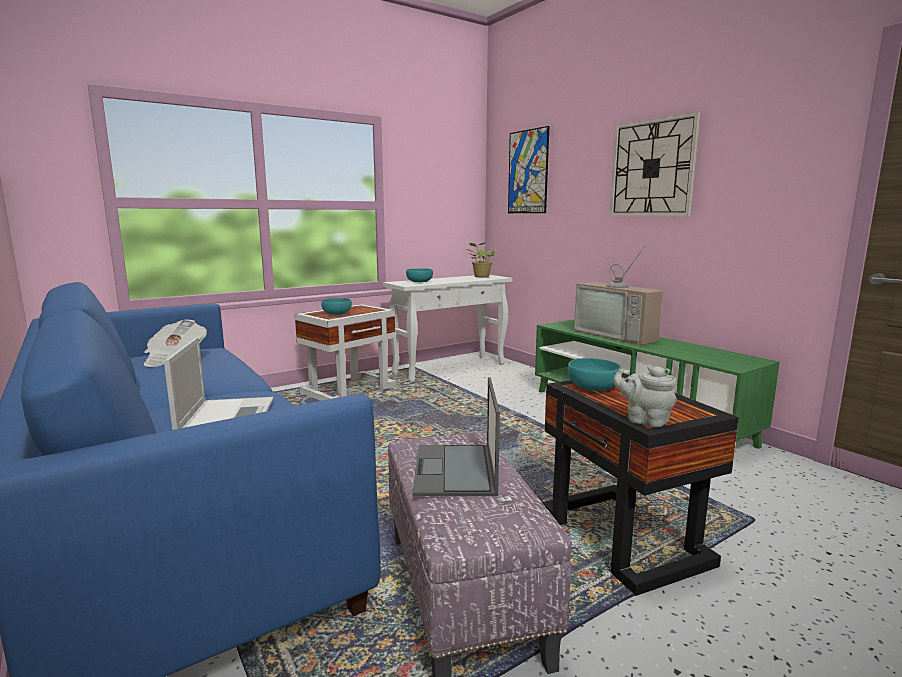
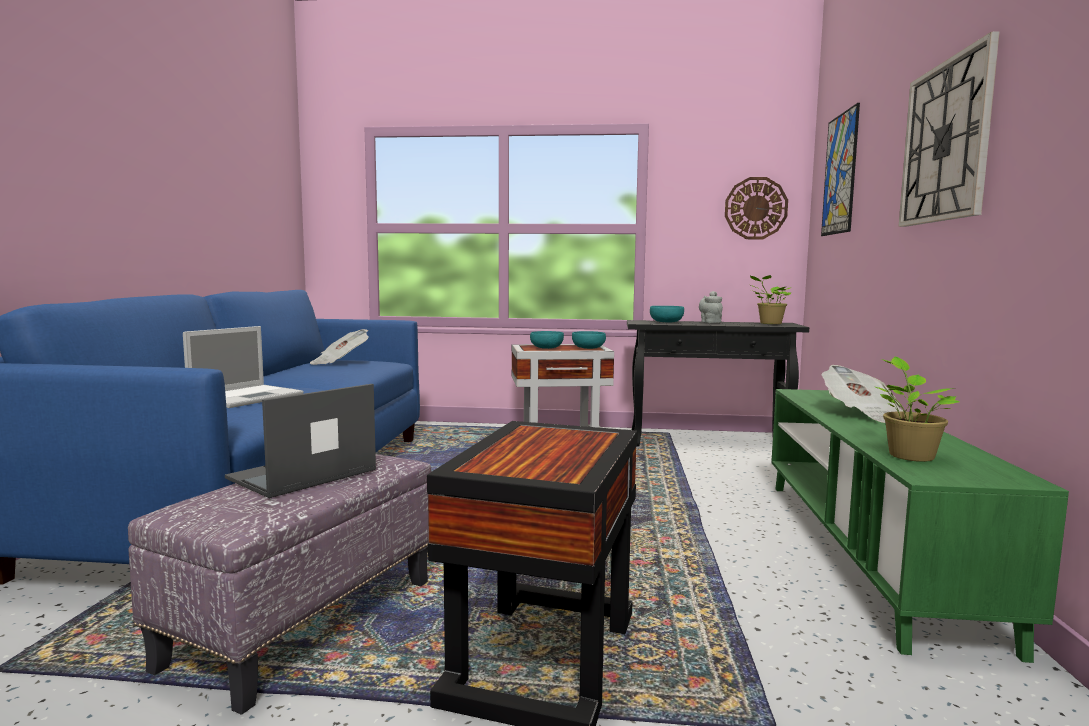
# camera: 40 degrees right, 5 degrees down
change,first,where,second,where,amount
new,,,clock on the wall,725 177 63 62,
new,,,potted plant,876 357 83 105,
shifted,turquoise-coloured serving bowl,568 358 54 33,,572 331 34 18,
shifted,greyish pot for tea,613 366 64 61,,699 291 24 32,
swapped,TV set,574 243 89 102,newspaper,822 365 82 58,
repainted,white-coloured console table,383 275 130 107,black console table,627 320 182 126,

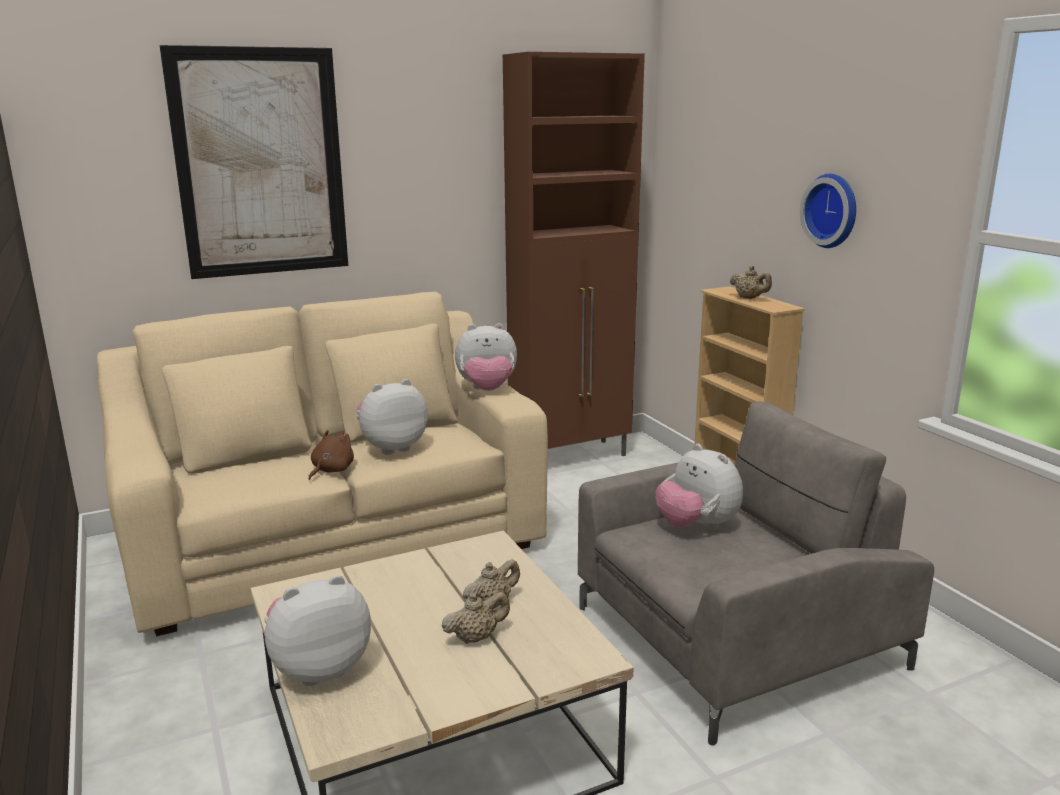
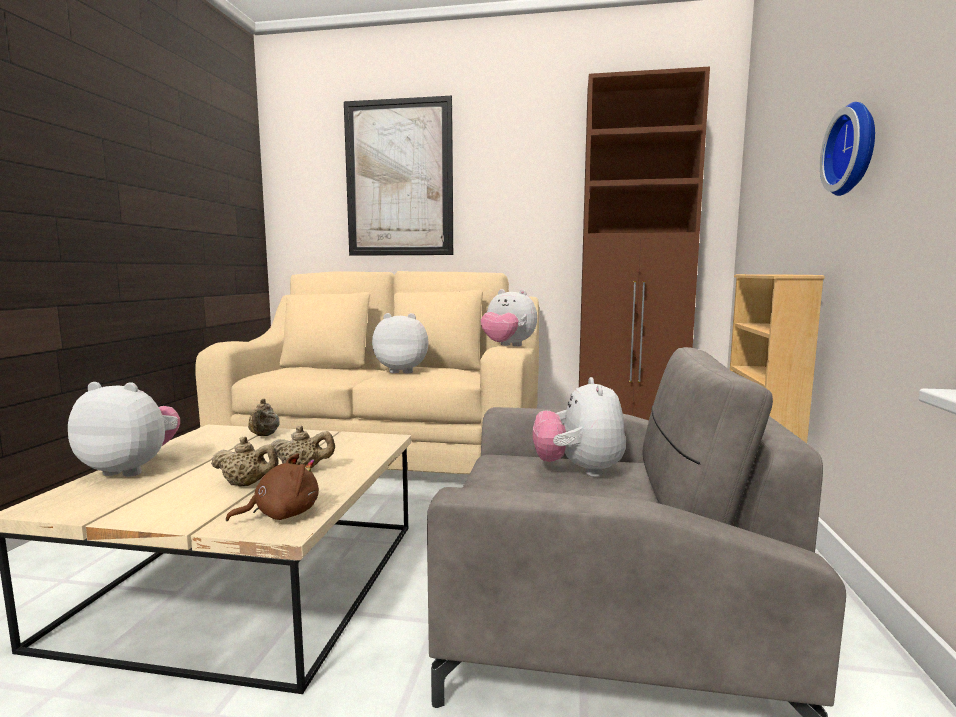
# camera: 35 degrees right, 10 degrees down
change,first,where,second,where,amount
shifted,brown-coloured plush toy,308 430 46 50,,226 453 93 68,
shifted,beige-coloured pot for tea,730 266 42 33,,248 399 31 37,

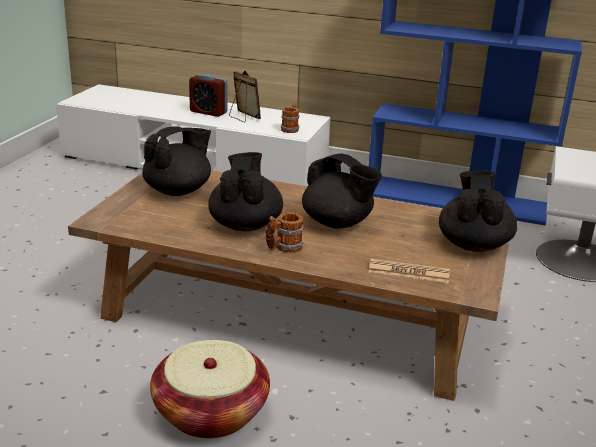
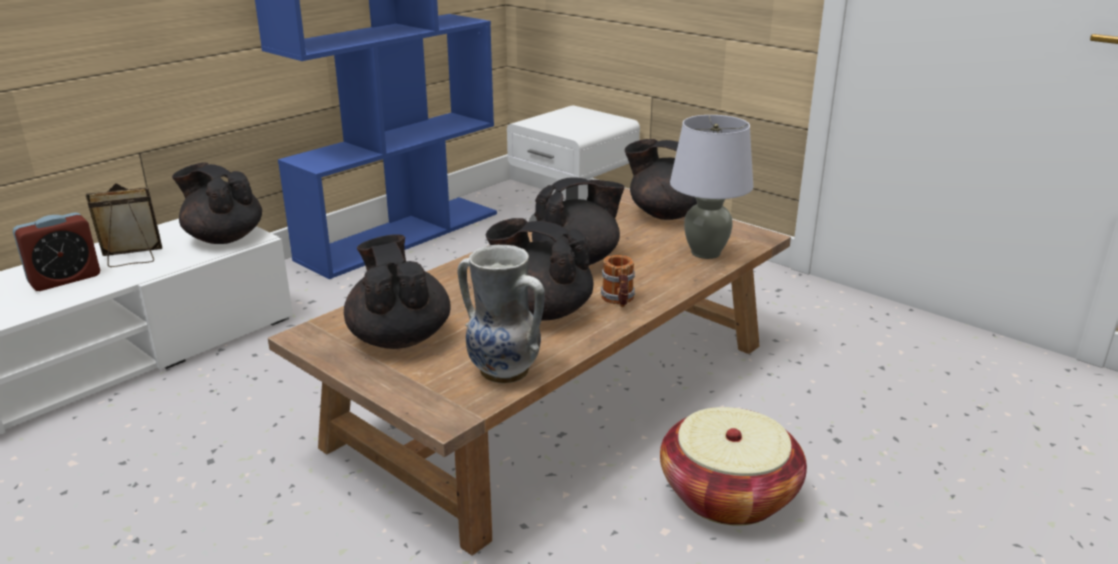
# camera: 65 degrees left, 0 degrees up
change,first,where,second,where,amount
new,,,flower vase,458 245 87 139,
swapped,mug,281 102 18 31,black pot for tea,172 163 90 81,
swapped,newspaper,368 258 82 25,greyish tabletop lamp,670 115 83 144,

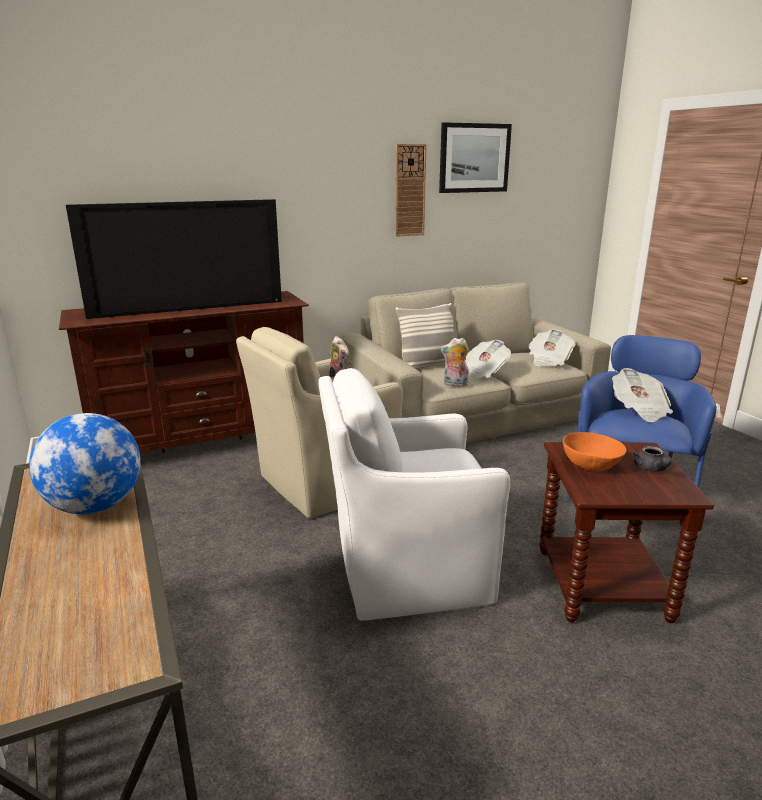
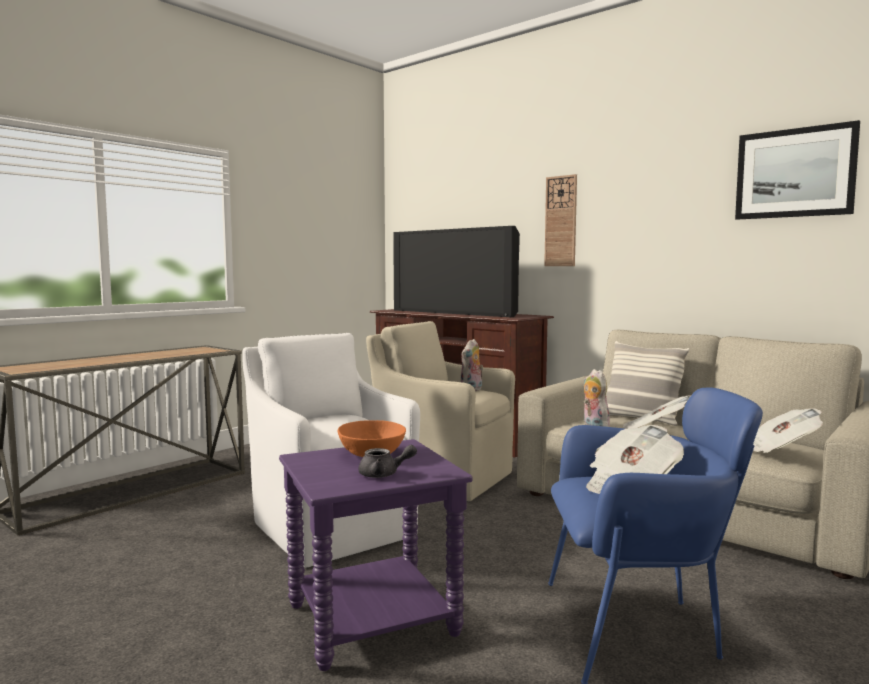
# camera: 65 degrees right, 15 degrees down
change,first,where,second,where,amount
gone,desk globe,29 413 112 102,,,
shifted,clock on the wall,395 144 32 93,,544 174 33 92,
repainted,brown-coloured end table,539 442 175 181,purplish end table,279 439 194 232,
rotated,greyish pot for tea,633 446 39 26,,358 445 59 33,150 degrees counterclockwise

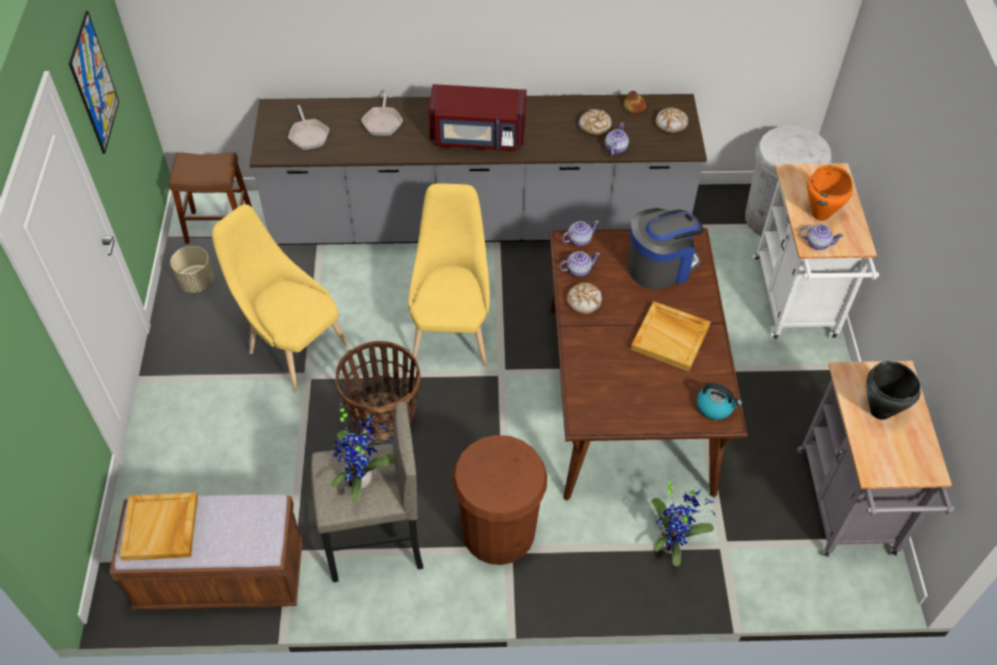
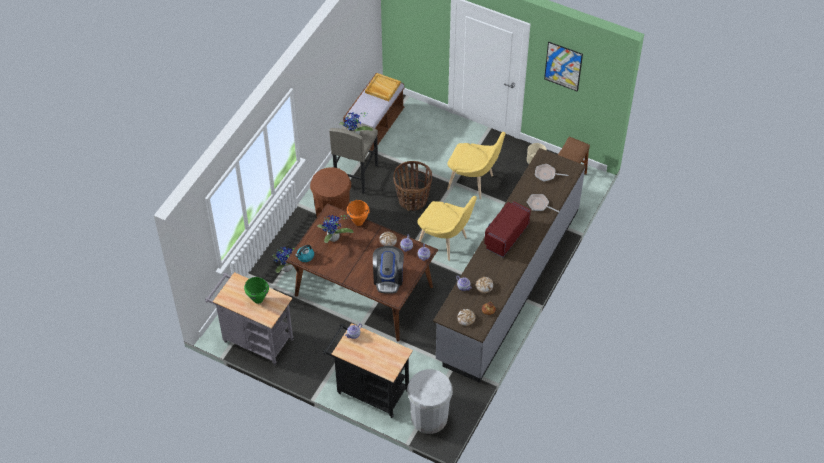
# camera: 120 degrees right, 0 degrees up
change,first,where,second,where,amount
gone,beige-coloured tray,631 301 79 70,,,
new,,,potted plant,317 215 36 28,
shifted,orange saucepot,807 165 46 56,,347 200 23 26,
repainted,white-coloured wheeled cart,752 163 127 176,black wheeled cart,323 323 90 95,
repainted,black saucepot,866 361 55 59,green-coloured saucepot,244 277 25 27,
rotated,yellow plain chair,212 204 137 188,,447 132 59 67,45 degrees clockwise

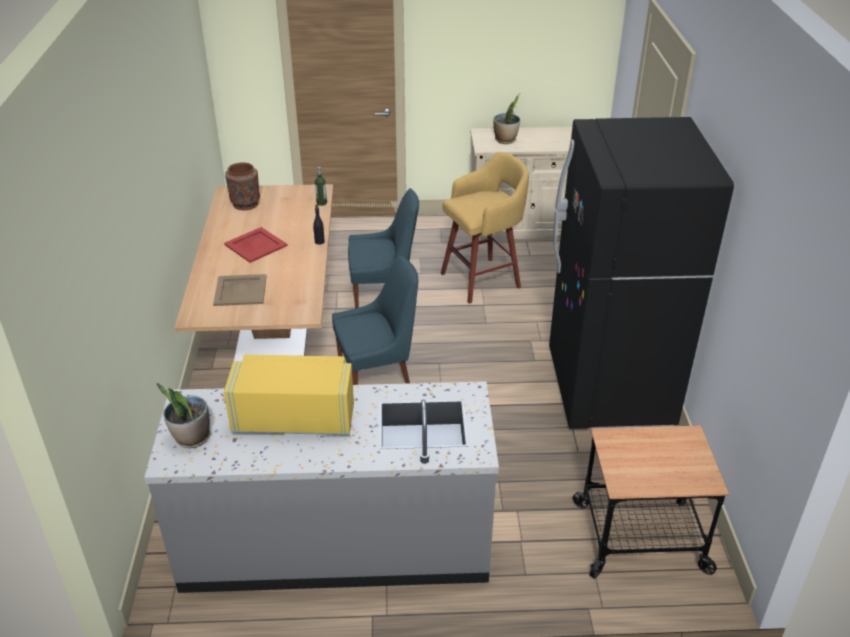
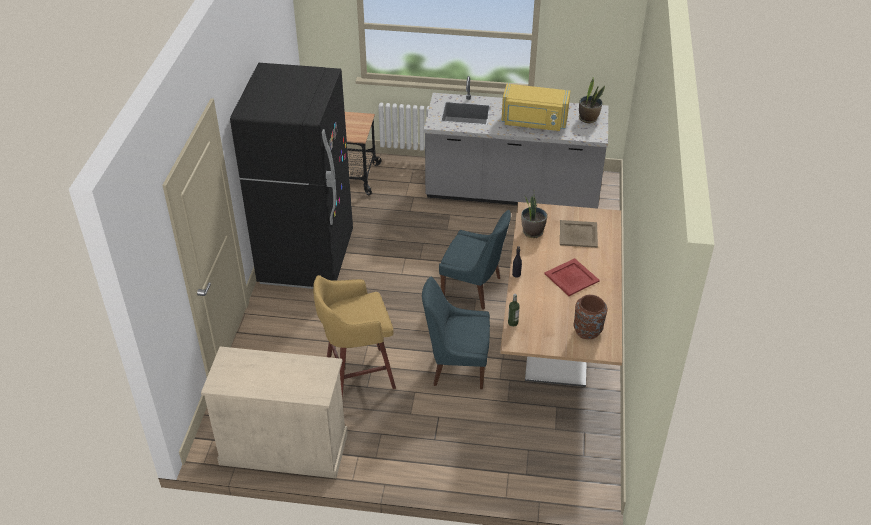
# camera: 170 degrees left, 5 degrees up
change,first,where,second,where,amount
shifted,potted plant,493 93 27 51,,521 189 26 49,
rotated,bluish plain chair,332 255 86 130,,439 210 72 100,150 degrees counterclockwise

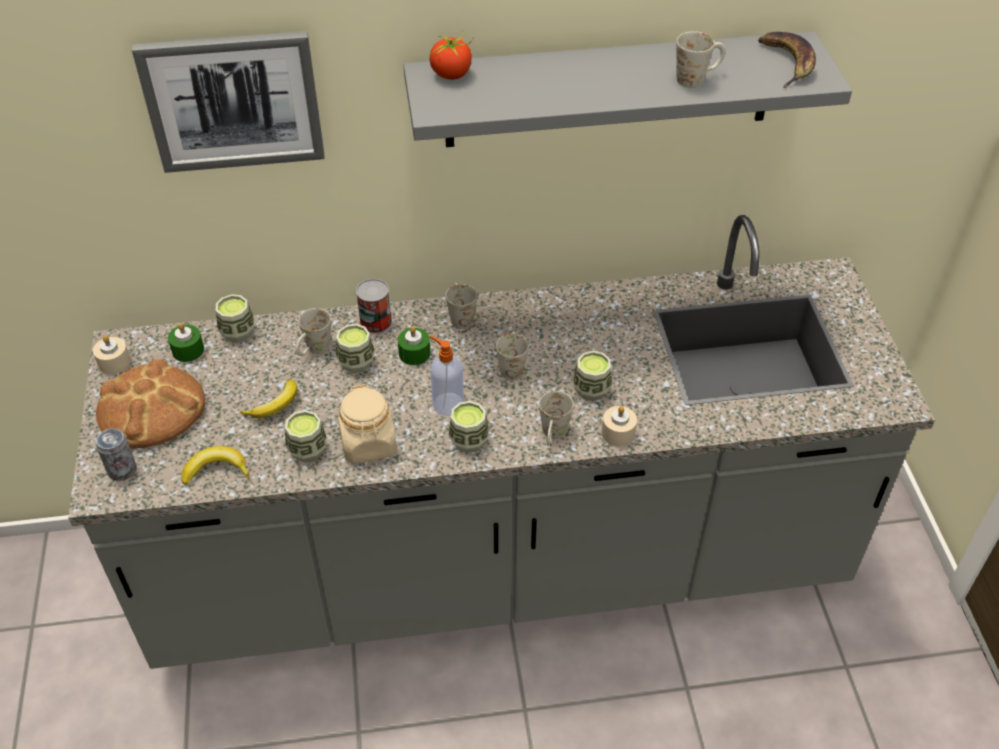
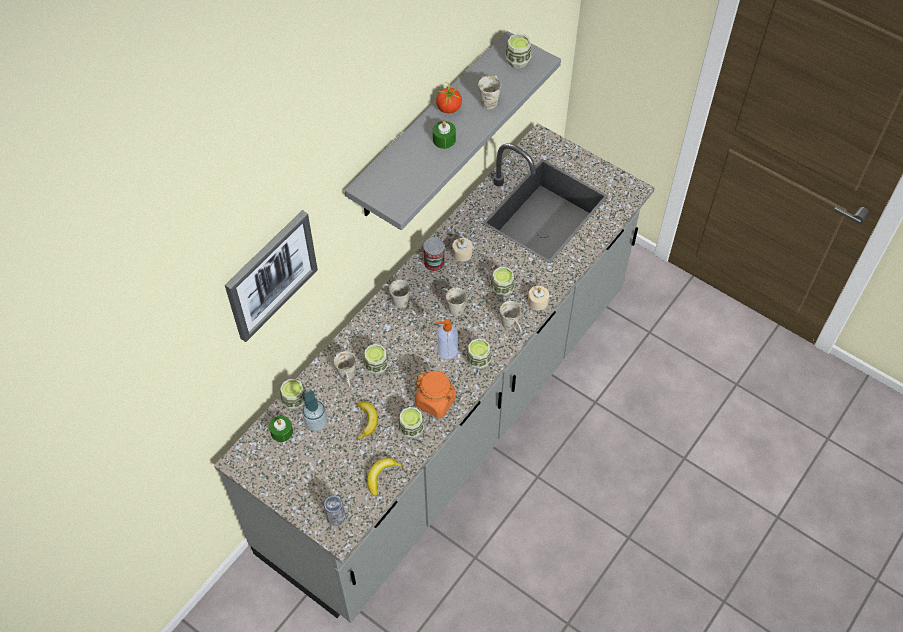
# camera: 45 degrees left, 10 degrees up
change,first,where,second,where,amount
gone,baked bread,96 359 109 90,,,
new,,,liquid soap bottle,302 391 25 40,
shifted,beige-coloured wax light,93 335 38 40,,452 238 21 24,
shifted,metal can,356 279 36 55,,424 237 21 35,
shifted,green-coloured wax light,398 326 33 39,,433 121 23 28,
shifted,tomato,429 30 45 50,,436 82 26 32,
swapped,banana,758 32 58 56,small cup,505 34 26 35,
repainted,beige-coloured jar,338 384 59 80,orange jar,415 371 42 47,

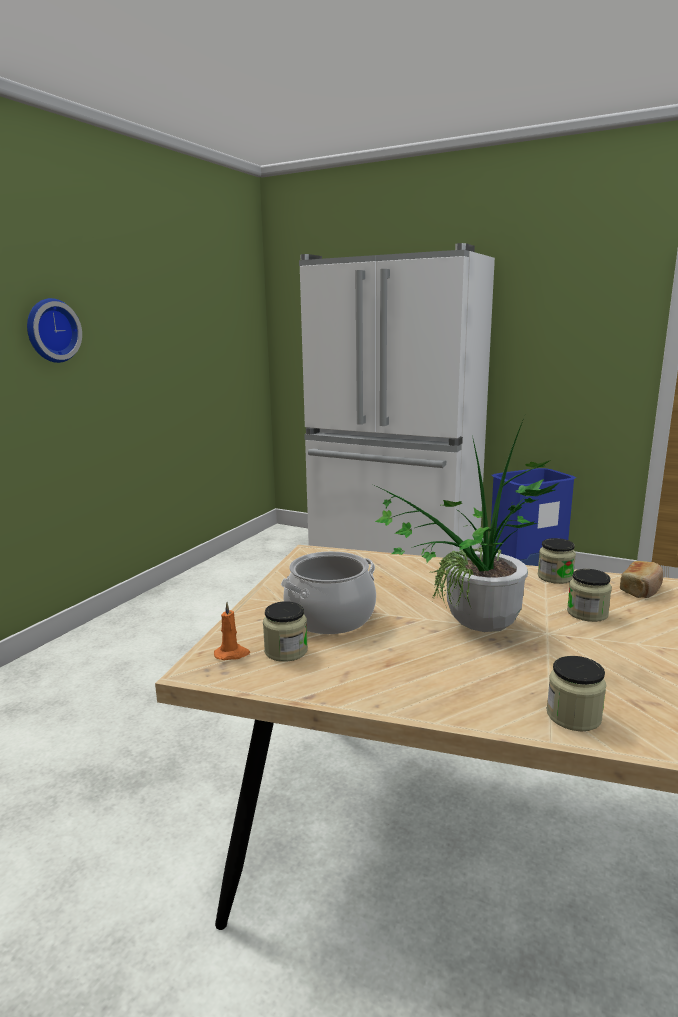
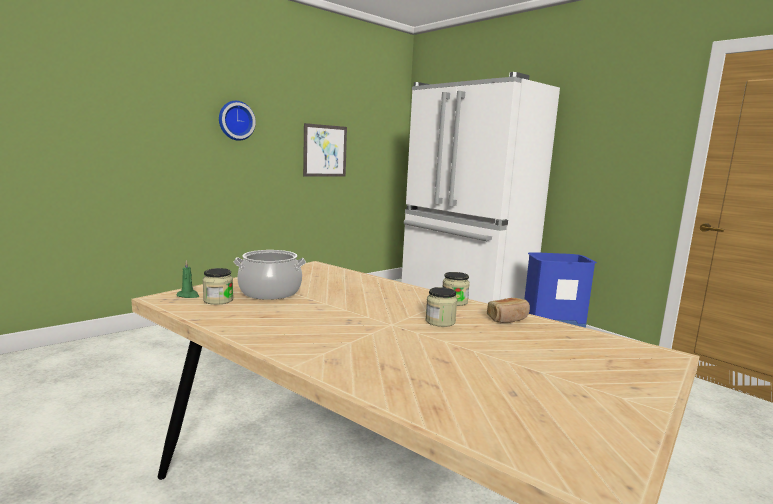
# camera: 20 degrees right, 5 degrees down
change,first,where,second,where,amount
gone,potted plant,375 418 183 214,,,
gone,jar,547 656 59 75,,,
new,,,picture,303 123 44 54,
repainted,orange wax light,214 602 36 58,green-coloured wax light,176 260 24 38,

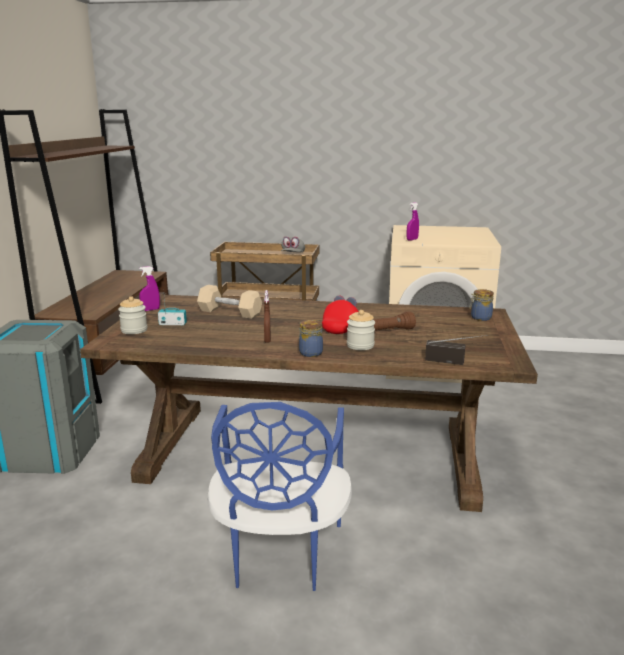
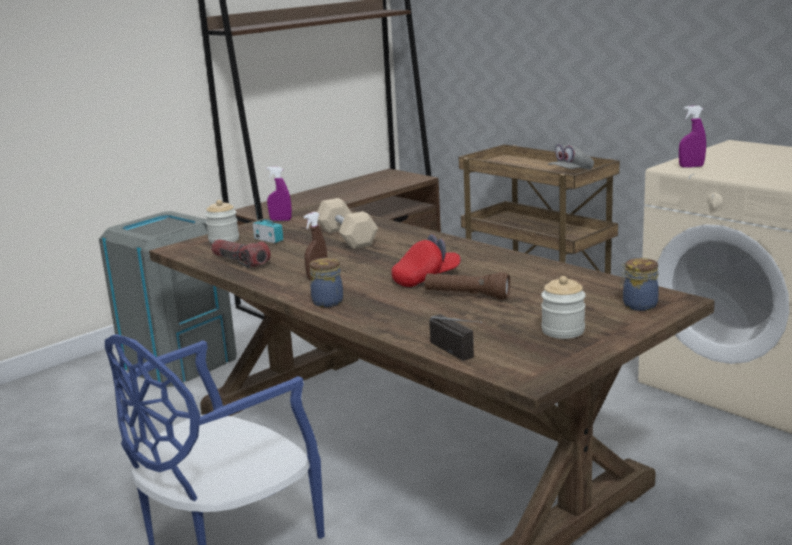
# camera: 40 degrees right, 0 degrees up
change,first,where,second,where,amount
new,,,hand torch,211 239 60 29,
shifted,jar,347 310 28 40,,541 276 45 63,

